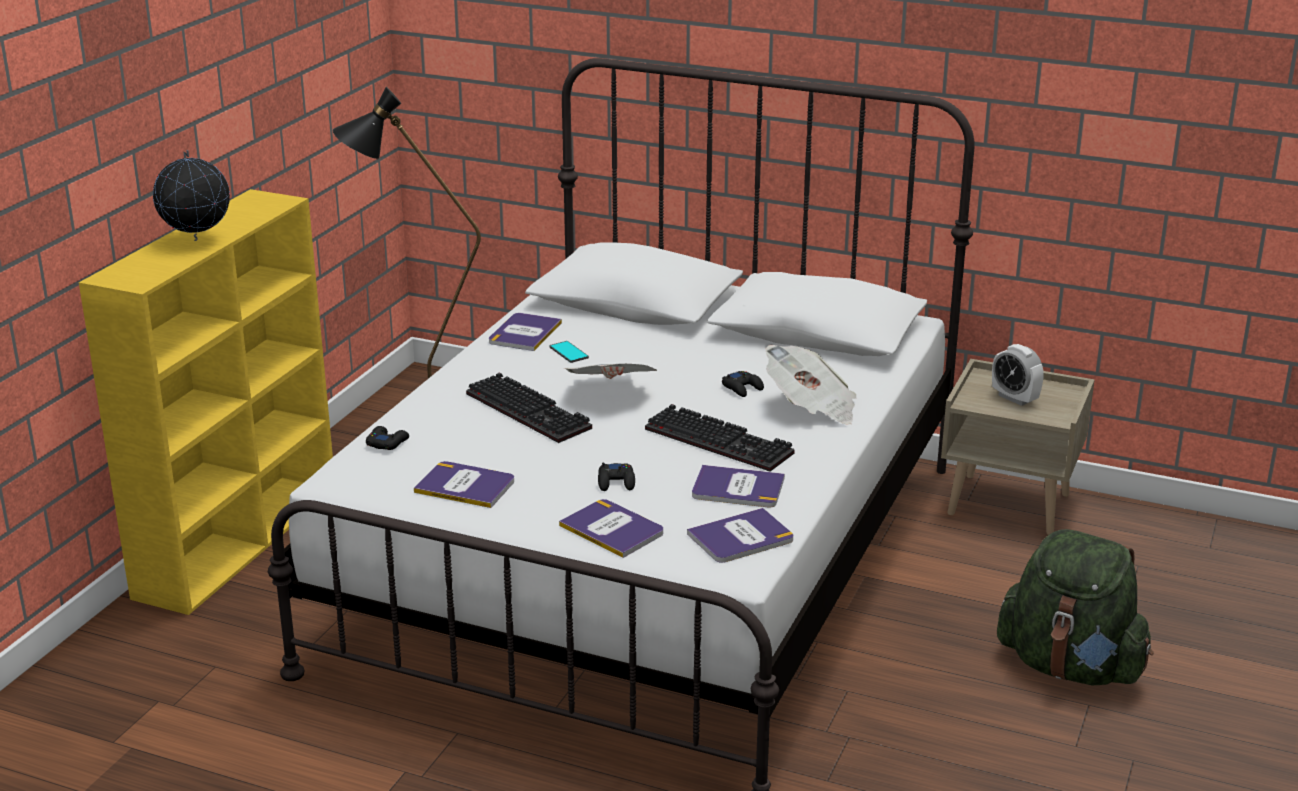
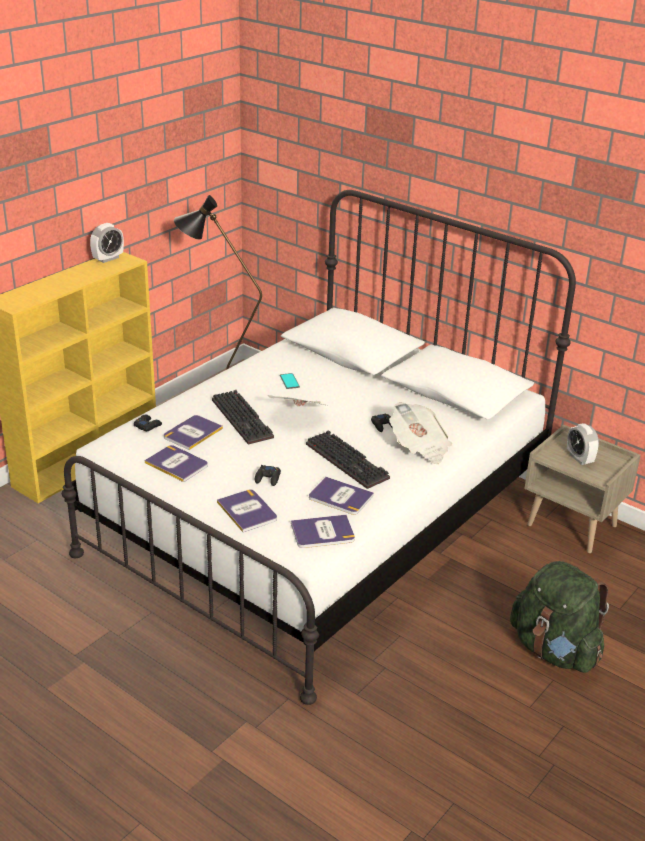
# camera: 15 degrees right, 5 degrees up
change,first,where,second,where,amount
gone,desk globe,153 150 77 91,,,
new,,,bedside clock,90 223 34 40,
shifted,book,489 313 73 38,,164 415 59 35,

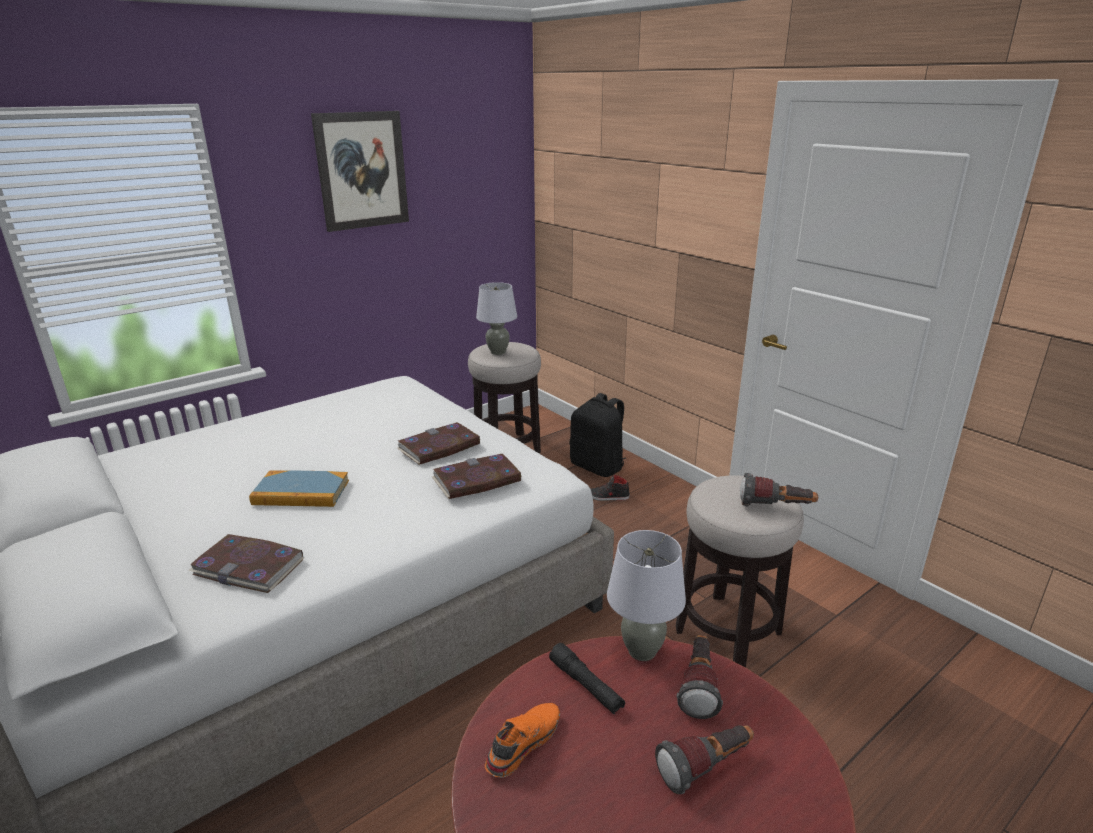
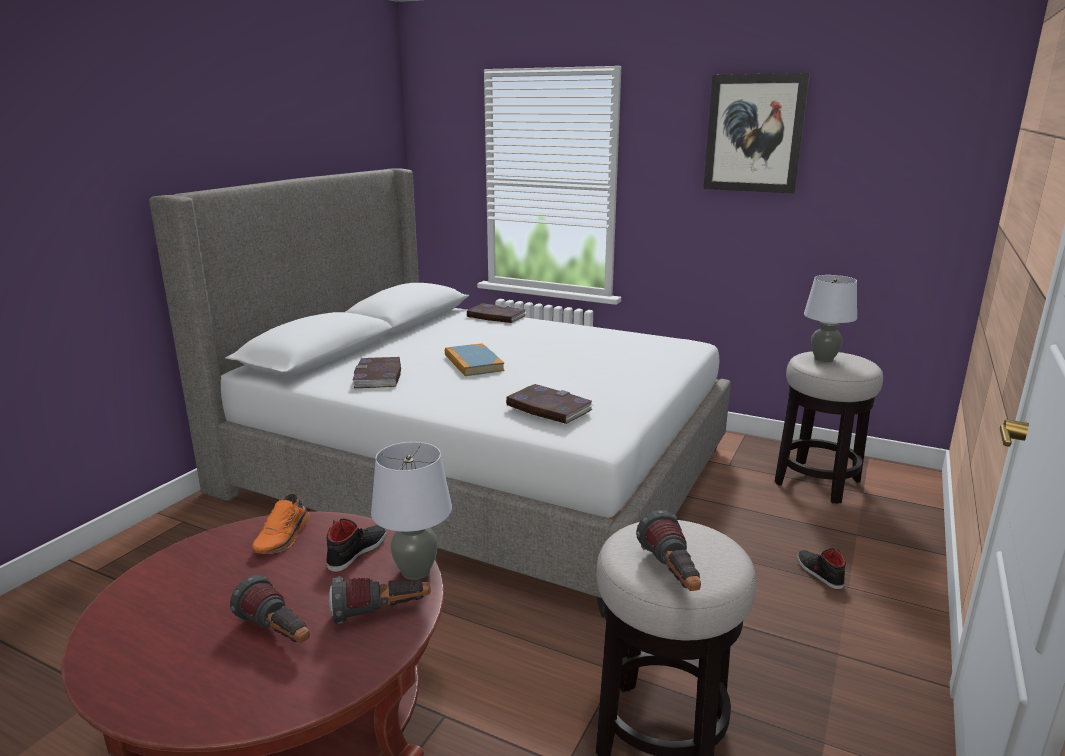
# camera: 65 degrees right, 5 degrees down
change,first,where,second,where,amount
gone,black knapsack,570 393 56 84,,,
shifted,book,397 422 84 43,,467 304 60 19,
swapped,black hand torch,549 643 76 71,black shoe,326 518 61 54,
rotated,orange shoe,485 703 75 75,,252 493 58 61,90 degrees clockwise

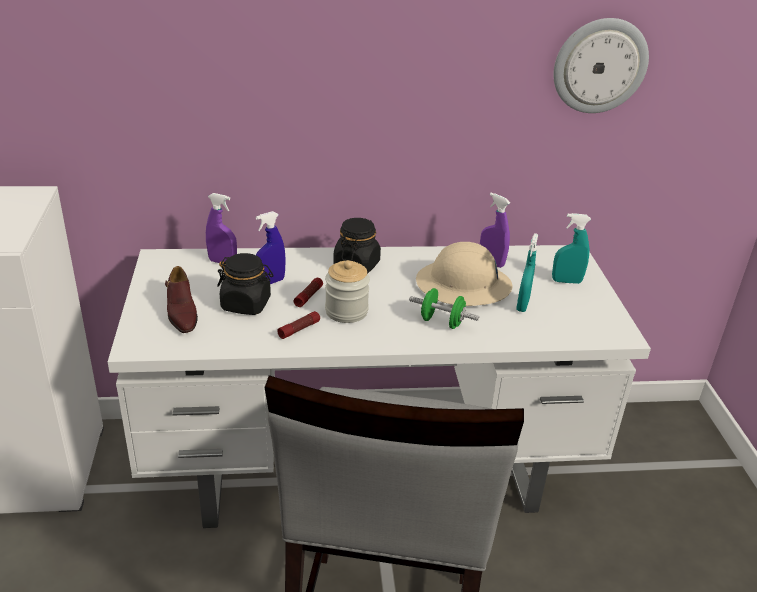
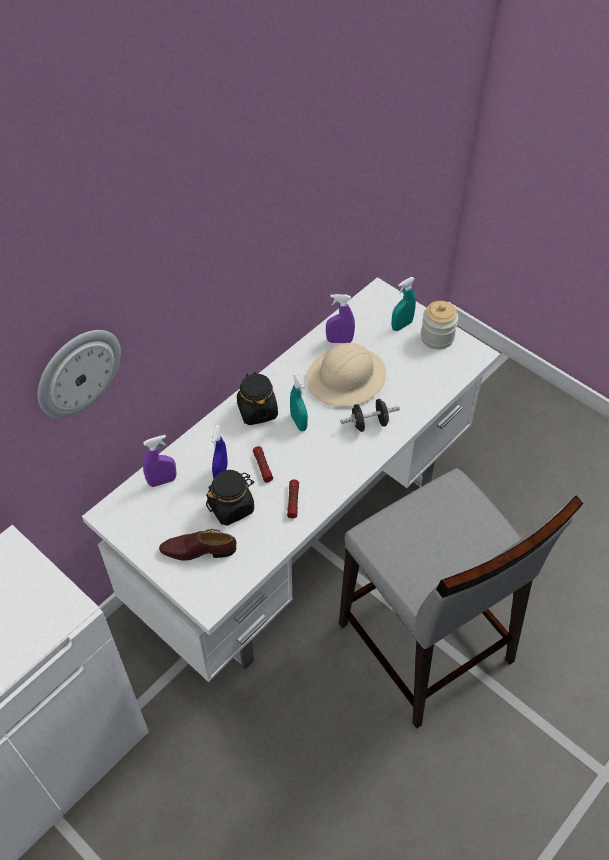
# camera: 40 degrees left, 20 degrees up
change,first,where,second,where,amount
shifted,jar,325 260 45 63,,421 301 37 48,
shifted,turquoise-coloured spray bottle,516 233 22 79,,290 373 18 58,
shifted,clock on the wall,553 18 96 95,,37 330 84 88,
repainted,green-coloured hand weight,409 288 70 41,black hand weight,340 399 60 33,
rotated,brown-coloured shoe,165 266 33 67,,159 529 78 32,150 degrees clockwise

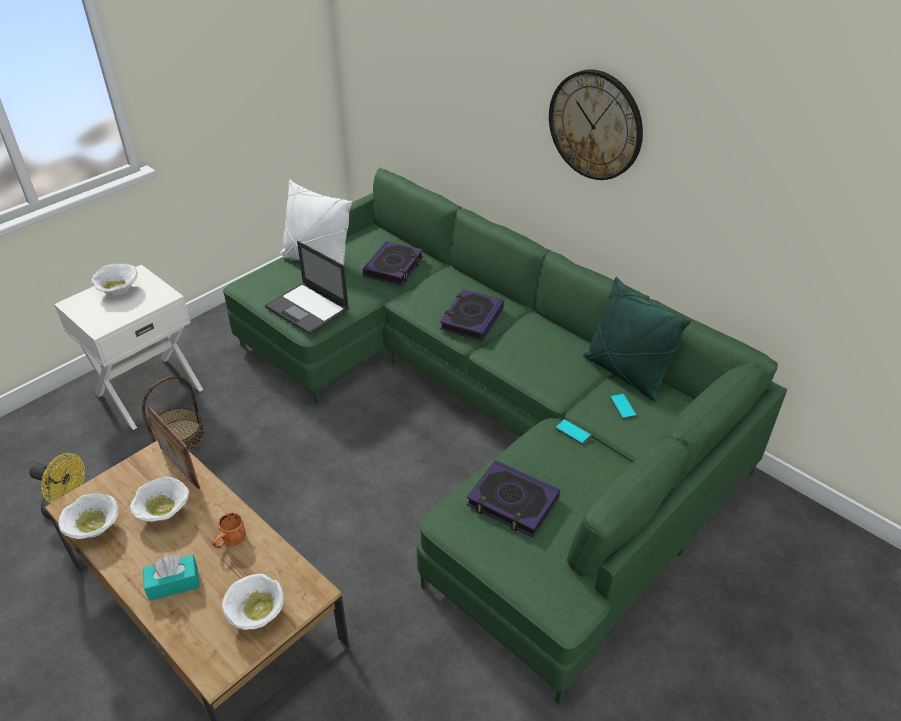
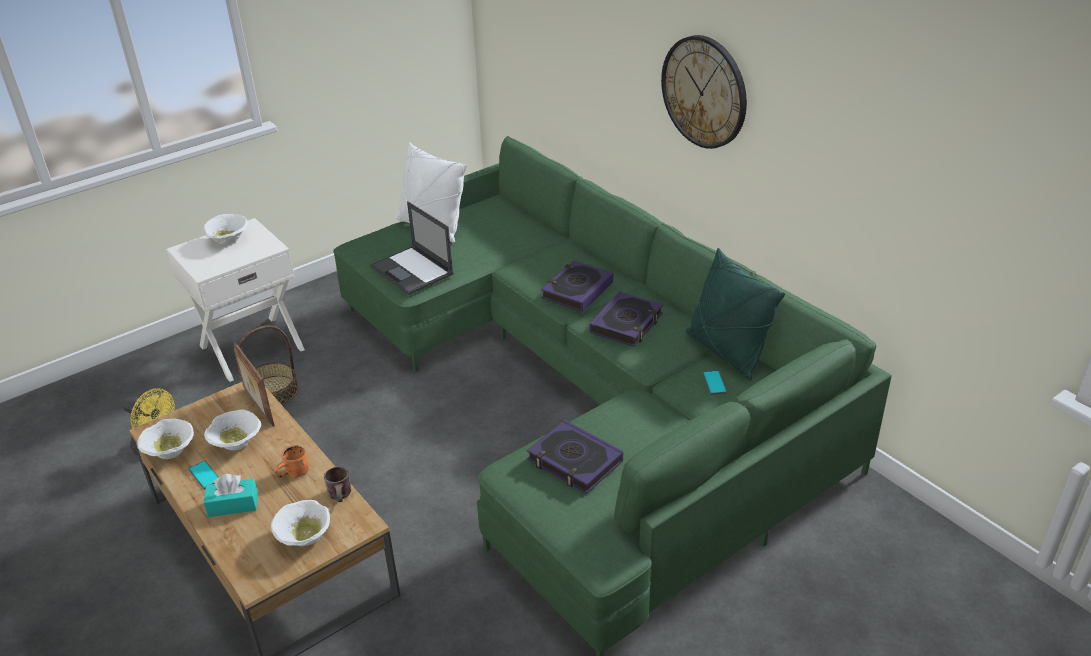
# camera: 10 degrees right, 5 degrees down
change,first,where,second,where,amount
new,,,brown-coloured mug,324 467 27 35,
shifted,book,363 241 60 45,,590 292 73 55,
shifted,phone,555 419 37 26,,189 461 30 29,

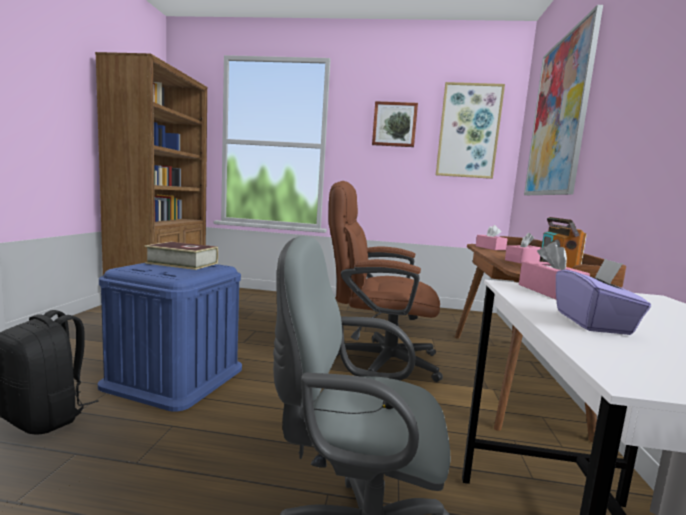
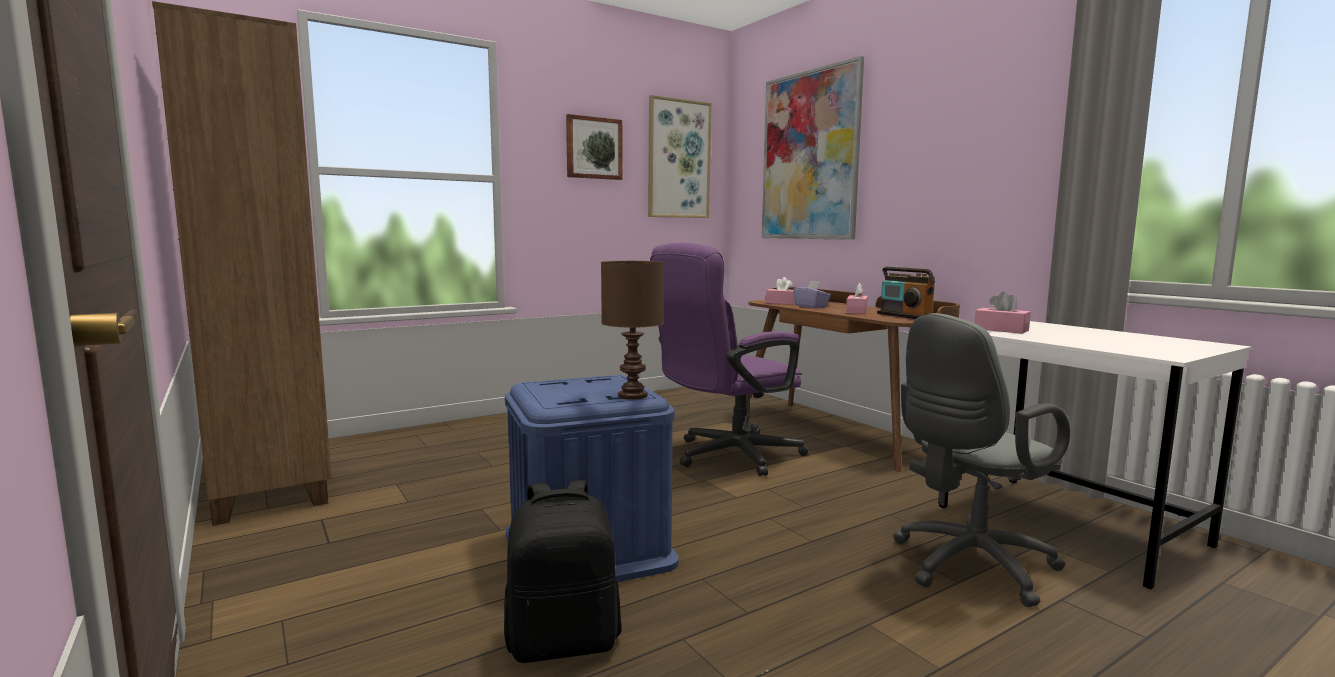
# camera: 40 degrees left, 0 degrees up
change,first,where,second,where,amount
gone,book,145 242 73 28,,,
new,,,brown-coloured tabletop lamp,601 261 63 139,
shifted,purplish tissue holder,556 258 95 77,,793 281 38 27,
repainted,brown-coloured desk chair,328 181 115 201,purplish desk chair,650 243 158 233,

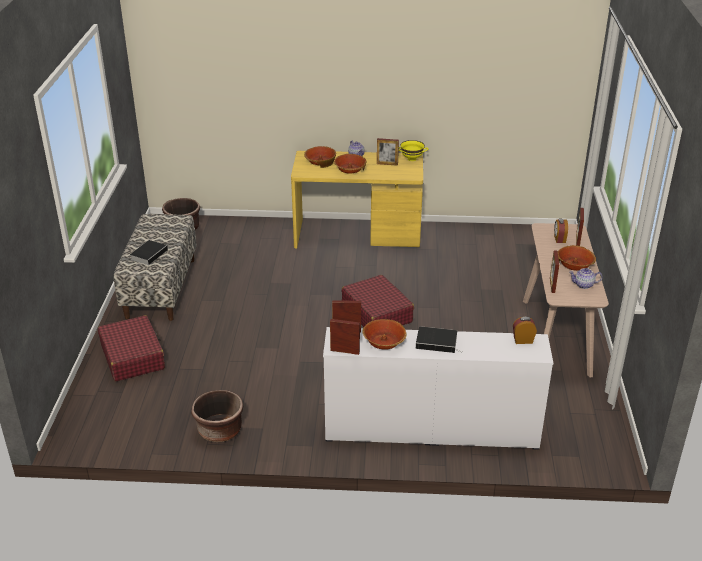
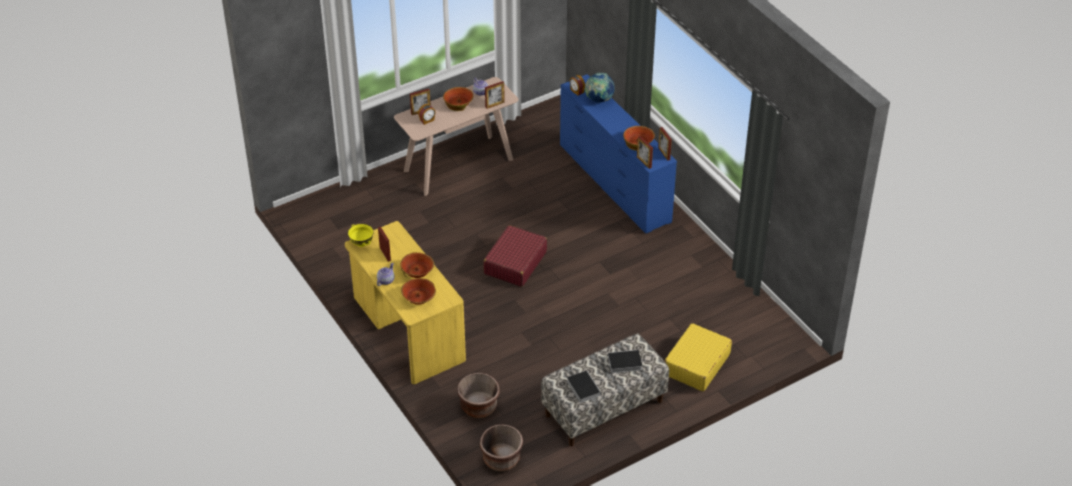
# camera: 125 degrees left, 10 degrees up
change,first,where,second,where,amount
new,,,desk globe,585 73 30 30,
shifted,brown-coloured plant pot,191 390 52 52,,457 373 43 45,
shifted,book,416 326 47 27,,567 371 34 32,
repainted,red-coloured suitcase,98 315 67 66,yellow suitcase,665 323 67 68,
repainted,white-coloured dresser,323 327 230 123,bluish dresser,560 74 117 159,

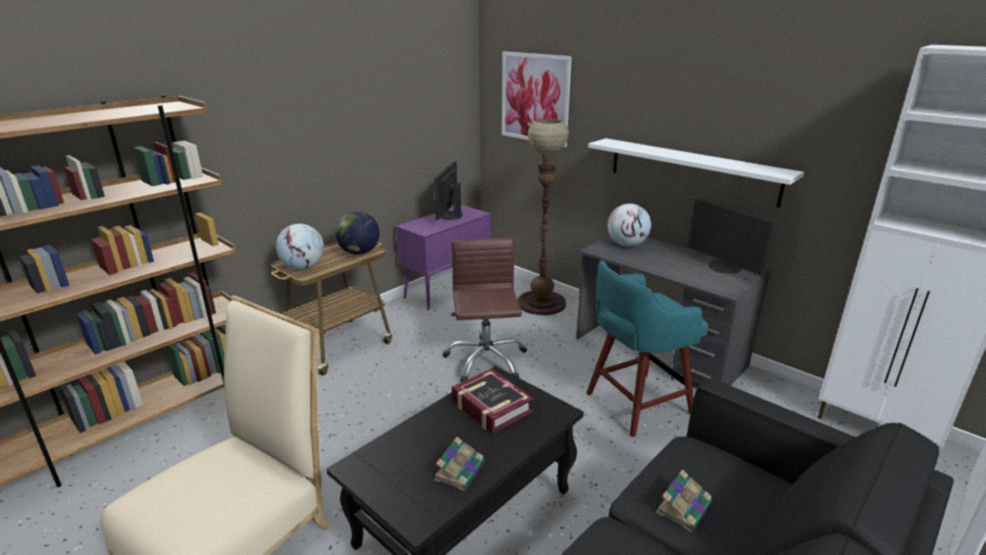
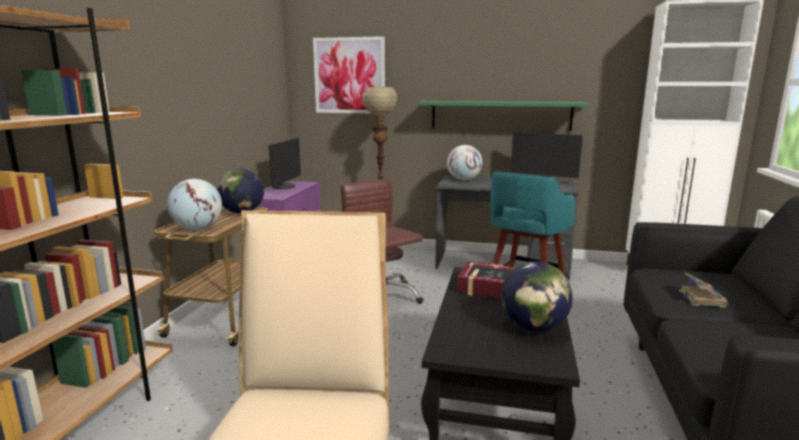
# camera: 30 degrees left, 10 degrees down
change,first,where,second,where,amount
swapped,book,434 437 51 54,desk globe,501 261 72 71,
repainted,white-coloured wall shelf,588 138 216 70,green-coloured wall shelf,418 101 171 30,
rotated,monitor,434 161 29 60,,269 138 32 51,150 degrees counterclockwise

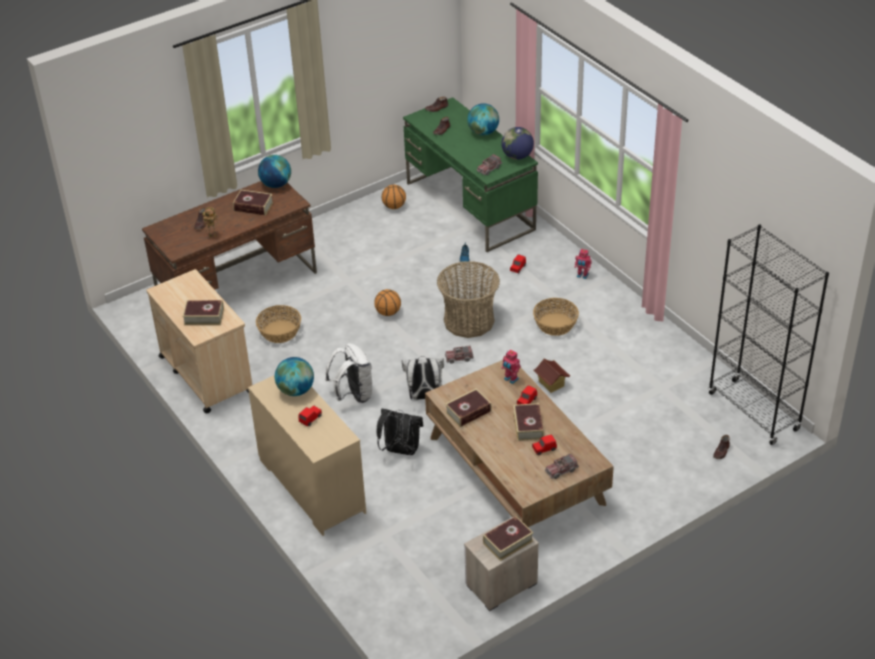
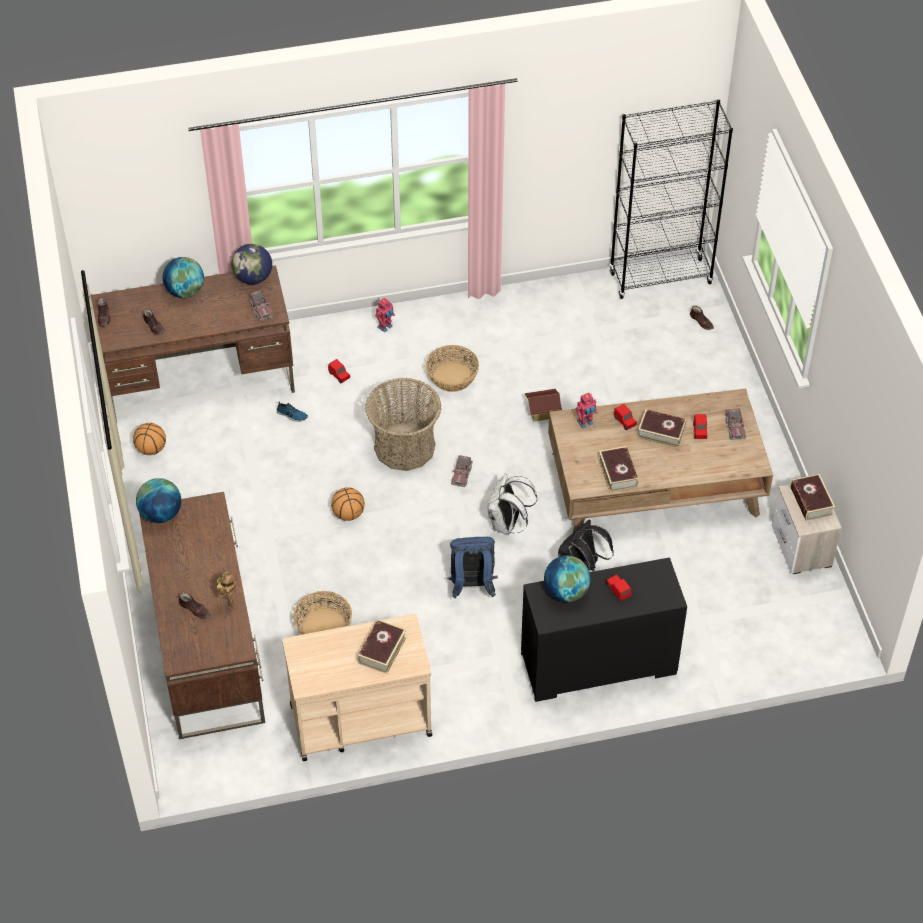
# camera: 70 degrees left, 10 degrees up
change,first,where,second,where,amount
gone,book,233 190 40 26,,,
repainted,beige-coloured dresser,248 375 118 161,black dresser,521 557 166 145,
repainted,white-coloured knapsack,325 343 48 60,bluish knapsack,447 537 51 62,
repainted,green-coloured desk unit,403 97 135 155,brown-coloured desk unit,91 265 204 157,

